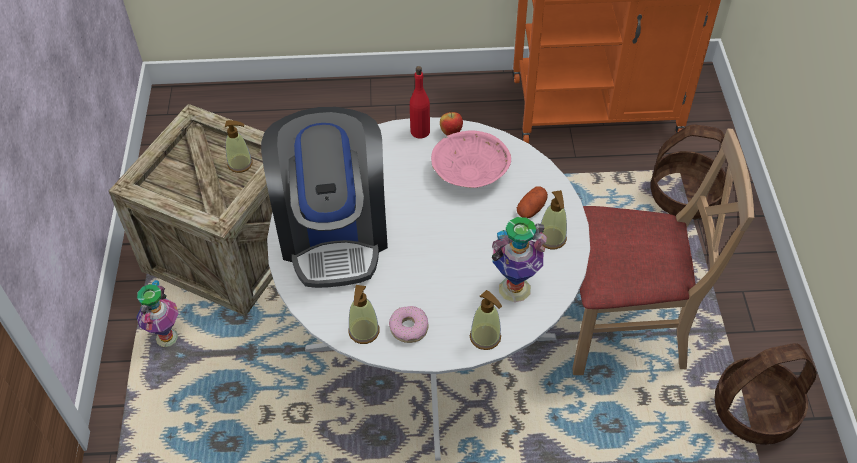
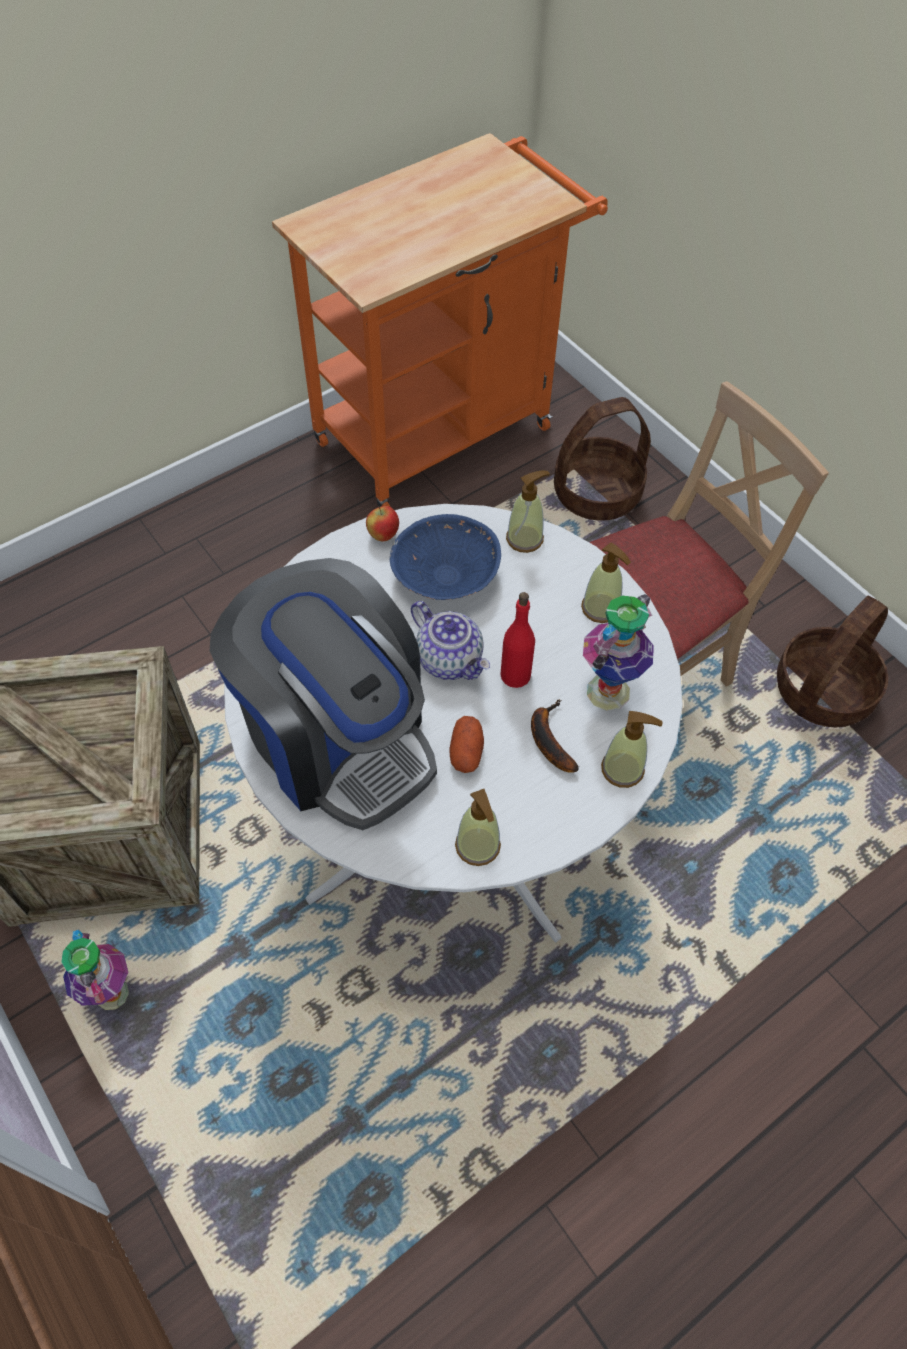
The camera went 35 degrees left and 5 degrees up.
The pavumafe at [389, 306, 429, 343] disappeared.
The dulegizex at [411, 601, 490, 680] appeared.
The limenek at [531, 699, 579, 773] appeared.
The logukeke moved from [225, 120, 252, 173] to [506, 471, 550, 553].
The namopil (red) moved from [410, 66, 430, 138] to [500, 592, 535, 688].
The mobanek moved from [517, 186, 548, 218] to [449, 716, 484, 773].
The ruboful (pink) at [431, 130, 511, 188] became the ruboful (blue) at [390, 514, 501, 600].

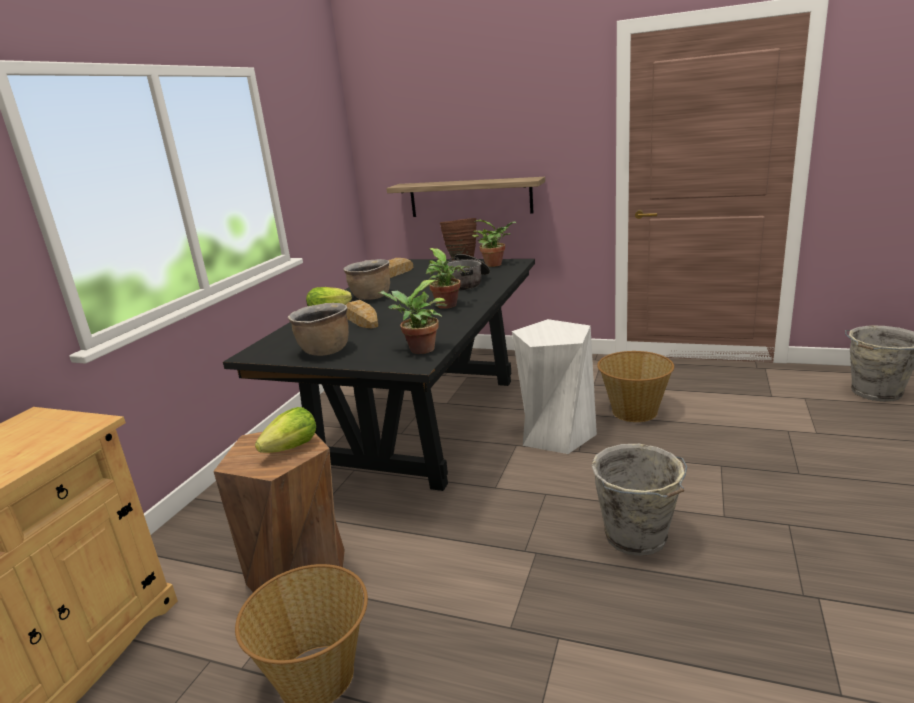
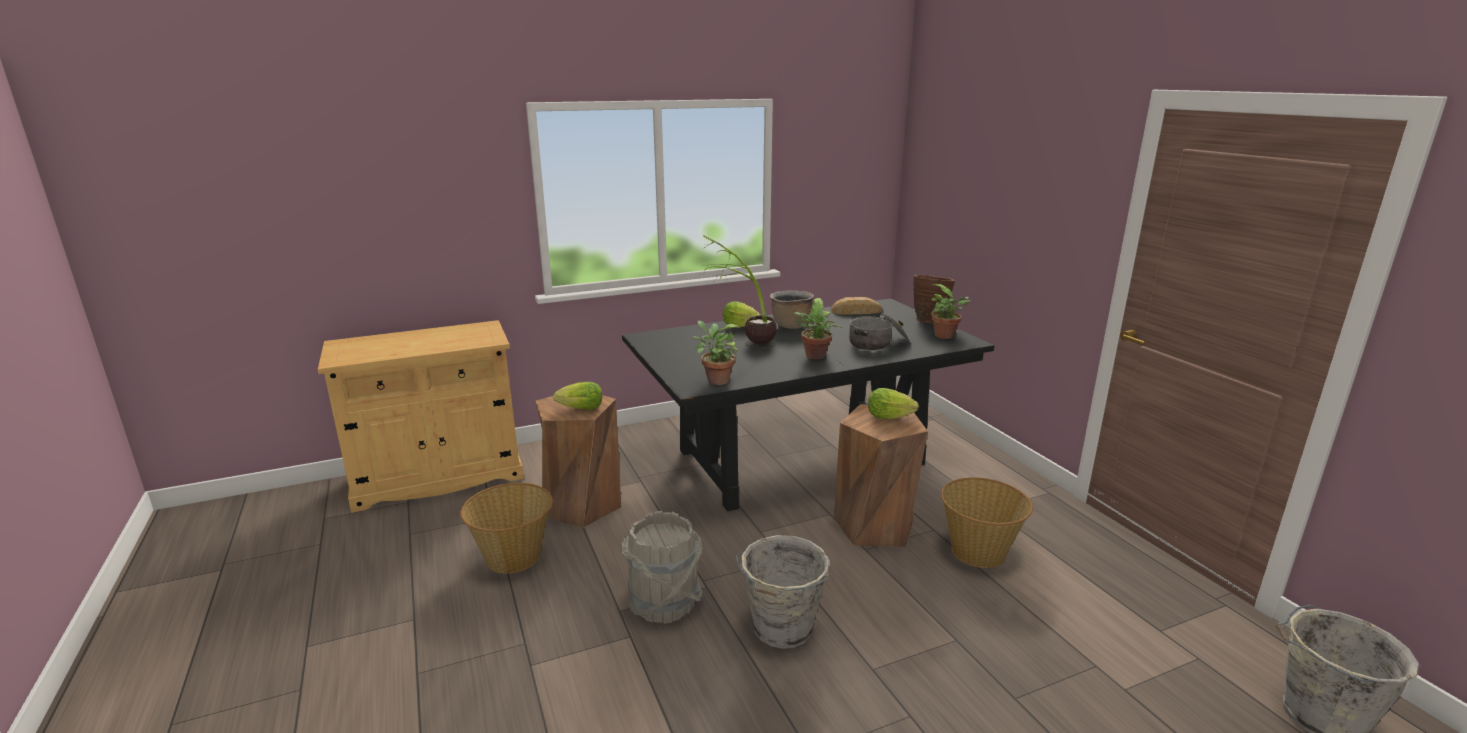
The camera went 45 degrees right and 0 degrees up.
The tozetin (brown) at [288, 303, 349, 356] disappeared.
The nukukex at [386, 177, 545, 217] disappeared.
The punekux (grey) at [622, 511, 702, 624] appeared.
The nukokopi at [868, 388, 919, 419] appeared.
The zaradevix at [346, 300, 378, 329] was replaced by the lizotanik at [702, 235, 777, 349].
The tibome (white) at [512, 319, 597, 454] became the tibome (brown) at [834, 404, 928, 547].

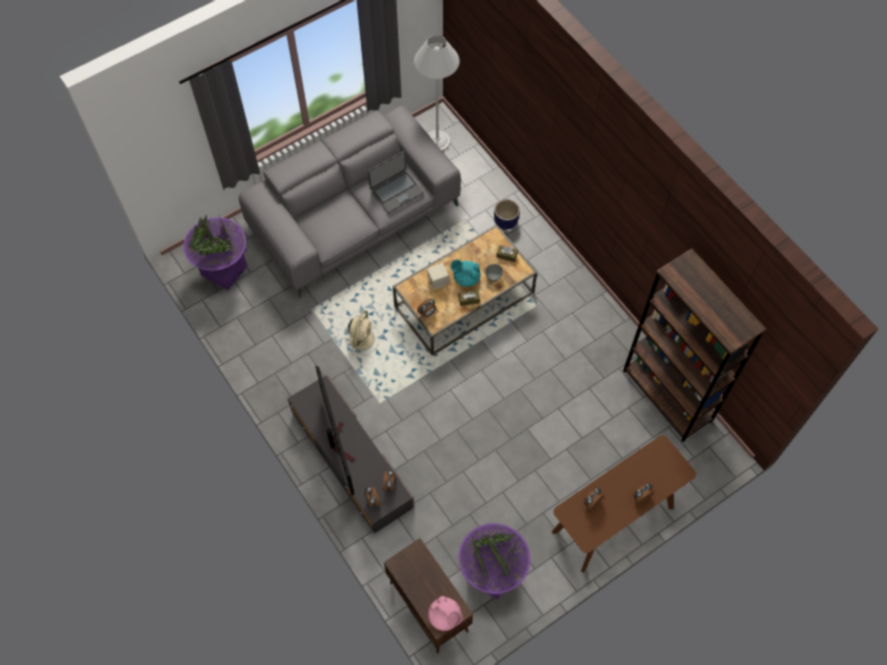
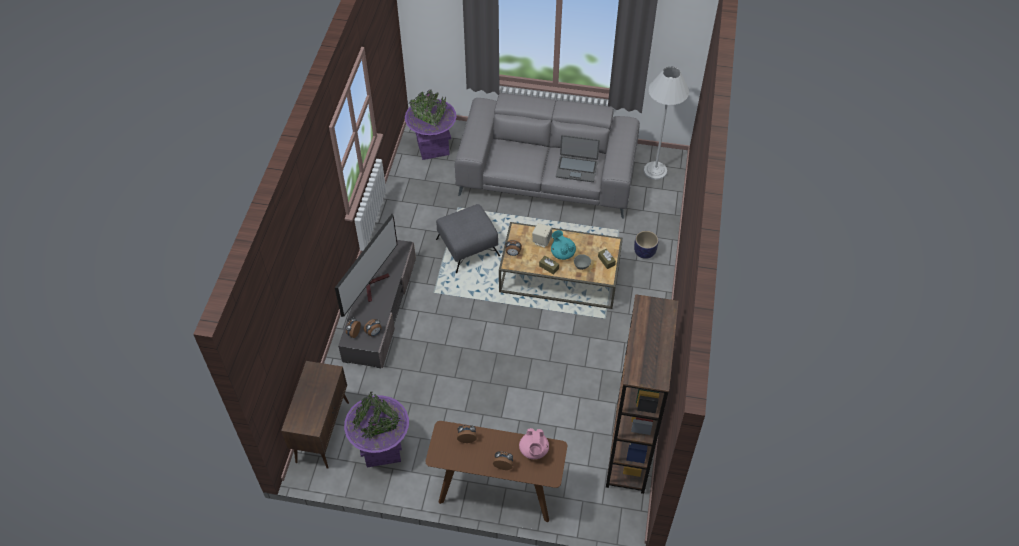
The camera went 45 degrees right and 10 degrees down.
The dulegizex (pink) moved from [428, 596, 462, 631] to [519, 428, 549, 459].
The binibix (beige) at [345, 310, 380, 356] was replaced by the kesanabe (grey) at [436, 204, 500, 273].

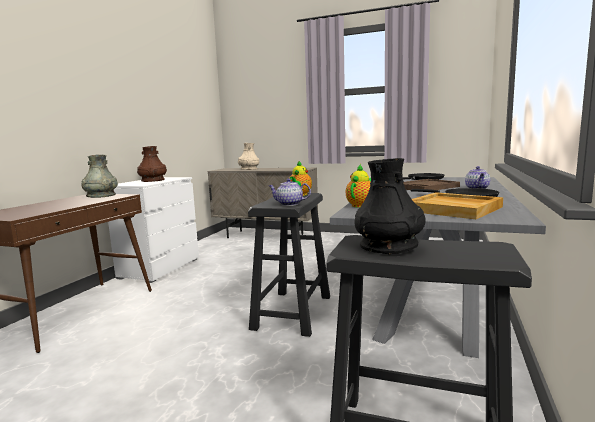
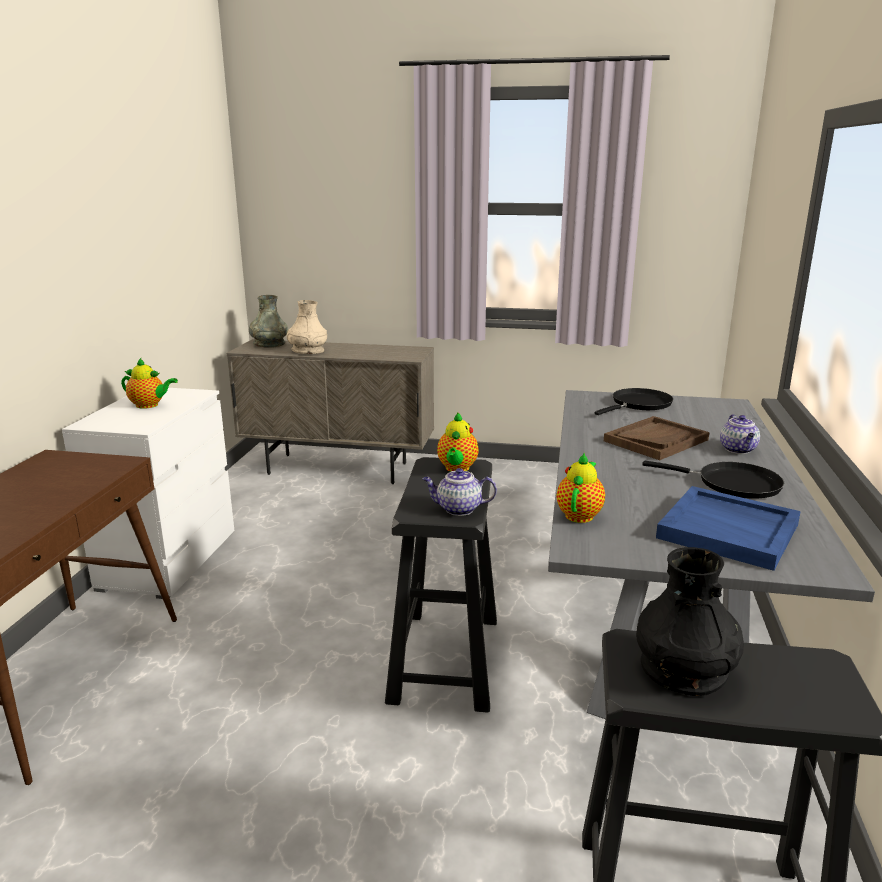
The camera went 10 degrees left and 10 degrees up.
The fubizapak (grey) moved from [81, 155, 118, 198] to [249, 295, 288, 348].
The fubizapak (brown) at [137, 146, 167, 182] was replaced by the dulegizex at [121, 358, 178, 409].
The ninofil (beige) at [412, 192, 503, 219] became the ninofil (blue) at [656, 486, 801, 571].

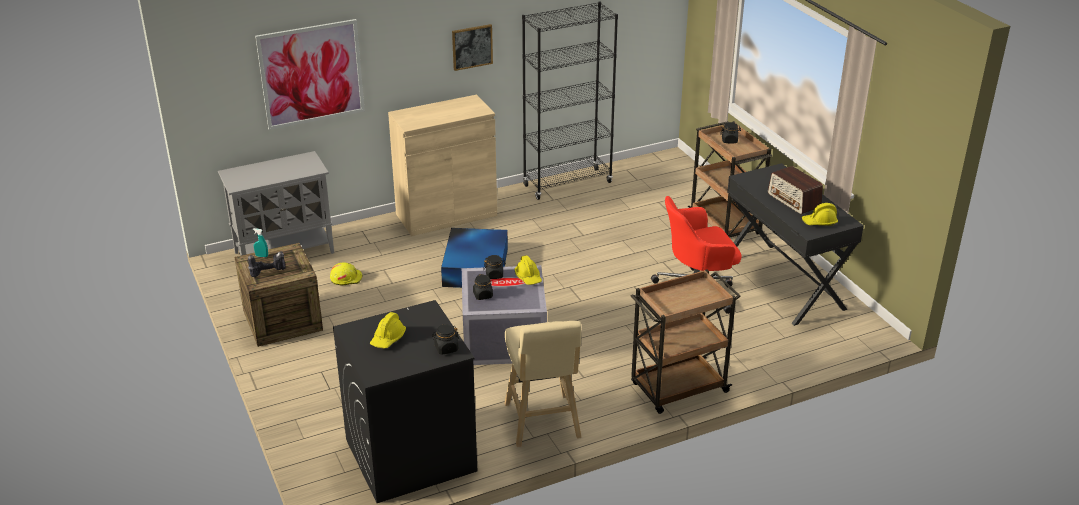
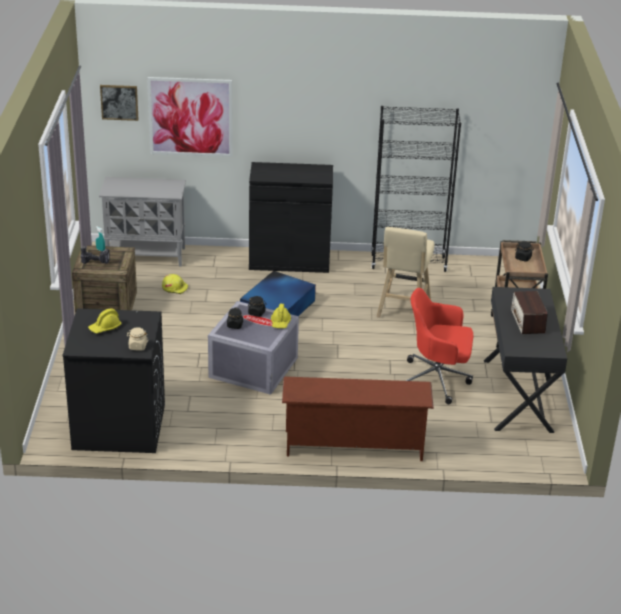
The camera went 25 degrees right and 0 degrees up.
The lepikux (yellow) at [802, 203, 838, 226] disappeared.
The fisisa moved from [452, 24, 493, 71] to [100, 85, 139, 121].
The tibome (beige) moved from [504, 321, 582, 447] to [377, 227, 435, 318].
The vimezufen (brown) at [631, 270, 741, 414] was replaced by the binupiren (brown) at [282, 376, 434, 461].
The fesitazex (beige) at [388, 95, 497, 236] became the fesitazex (black) at [249, 162, 333, 273].
The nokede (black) at [432, 324, 459, 355] became the nokede (beige) at [126, 327, 148, 351].

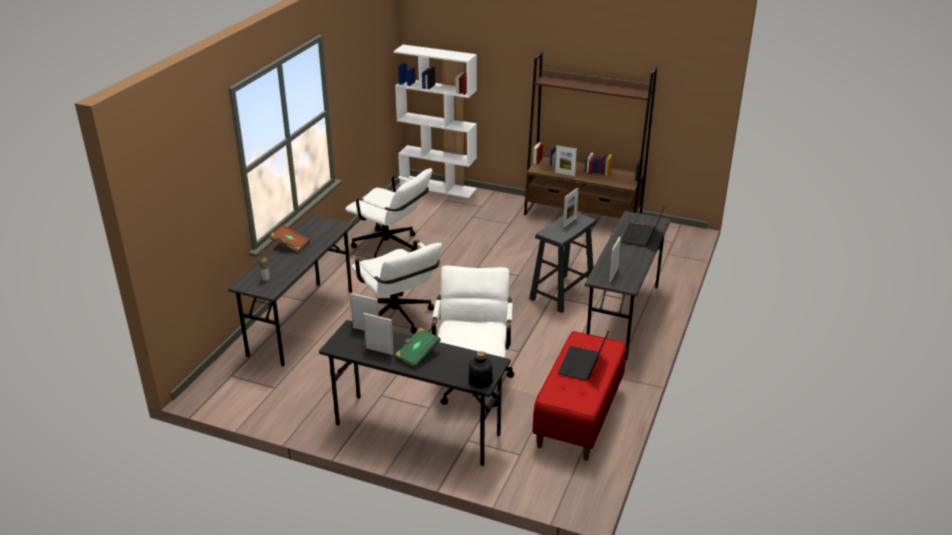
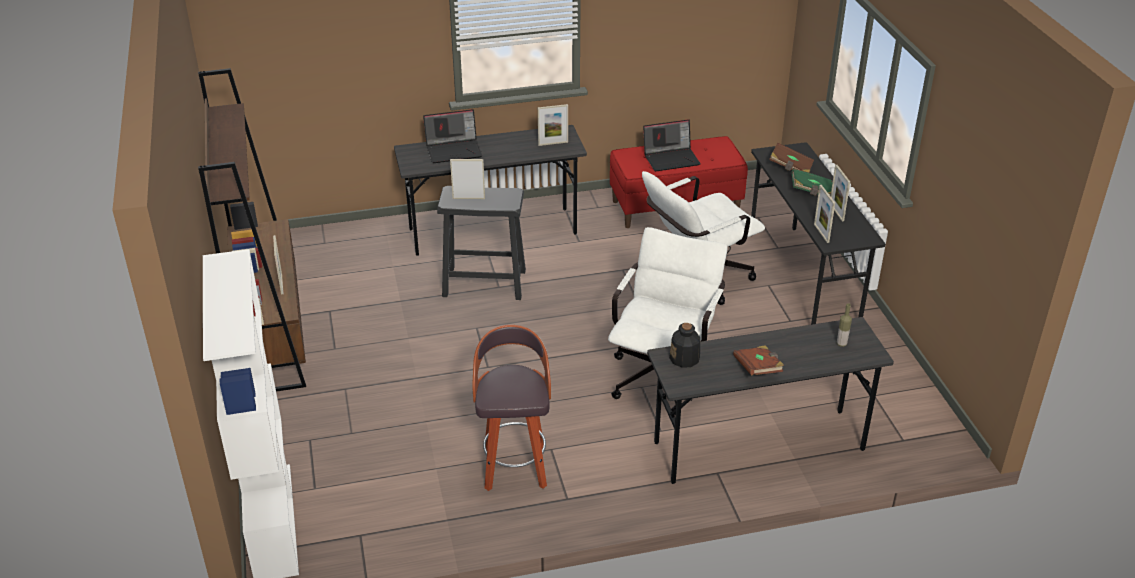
The camera went 125 degrees left and 5 degrees up.
The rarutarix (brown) at [769, 143, 814, 172] appeared.
The namopil moved from [468, 351, 493, 388] to [669, 323, 700, 368].
The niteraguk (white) at [346, 168, 432, 258] was replaced by the tibome at [472, 325, 551, 491].

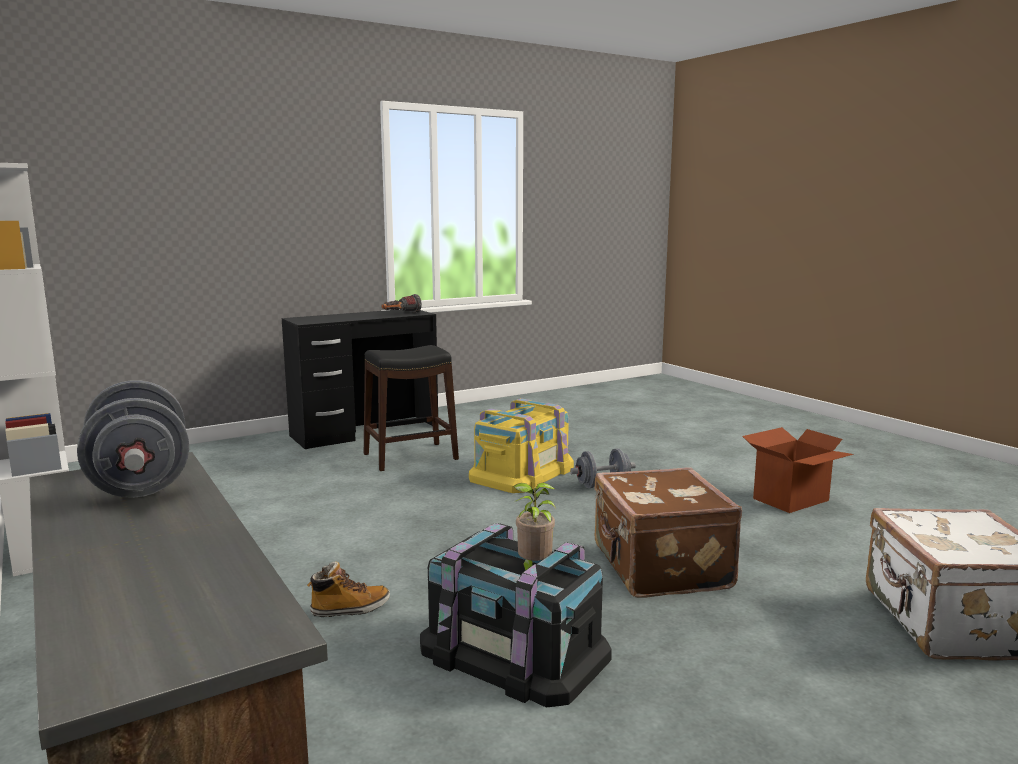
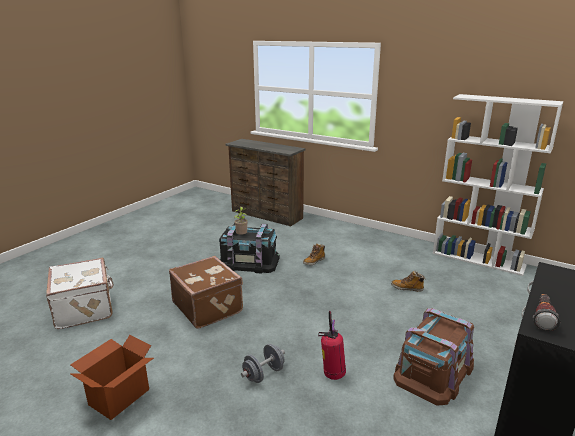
The camera went 155 degrees right and 10 degrees up.
The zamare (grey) at [77, 380, 189, 498] disappeared.
The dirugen at [391, 271, 424, 292] appeared.
The tibome (black) at [364, 345, 459, 471] was replaced by the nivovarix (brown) at [393, 308, 474, 406].
The nivovarix (yellow) at [469, 398, 574, 493] was replaced by the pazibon at [318, 311, 346, 380].

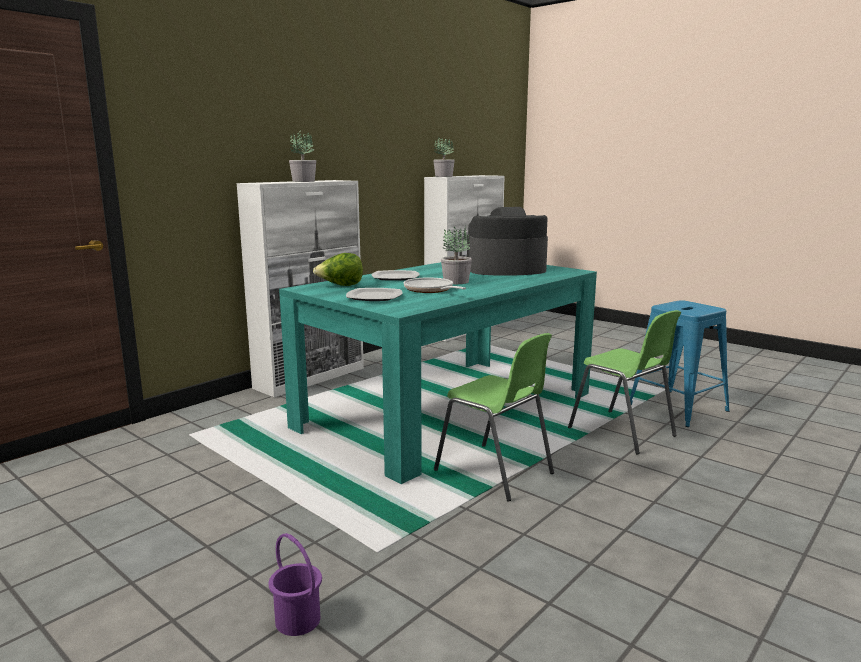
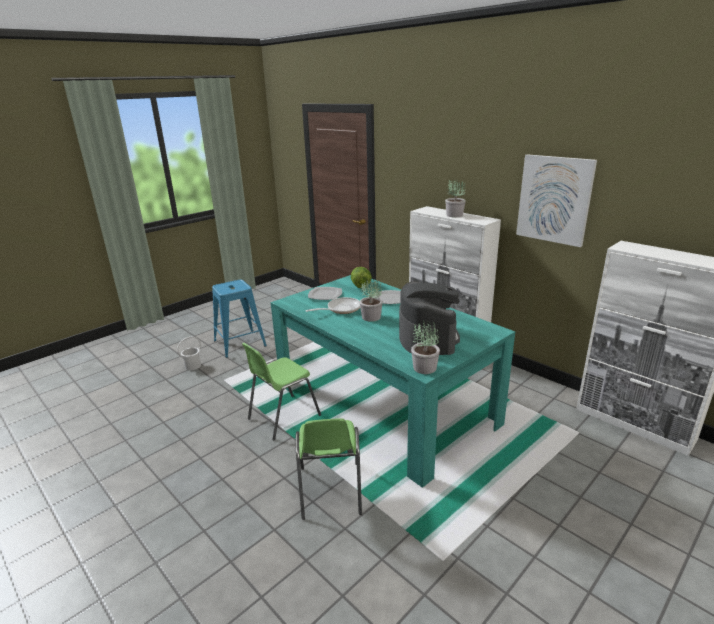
The camera went 95 degrees right and 10 degrees up.
The fisisa at [516, 154, 597, 247] appeared.
The lizotanik moved from [433, 138, 455, 177] to [411, 320, 440, 374].
The tibome (blue) moved from [630, 300, 730, 427] to [212, 279, 267, 358].
The punekux (purple) at [269, 533, 322, 636] became the punekux (white) at [177, 337, 201, 370].
The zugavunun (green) at [568, 310, 681, 454] turned 60 degrees counterclockwise.

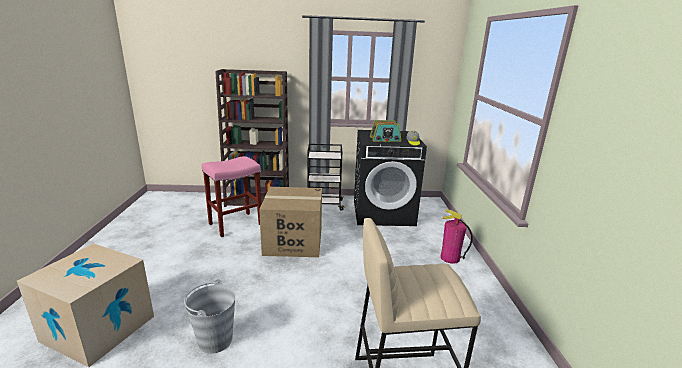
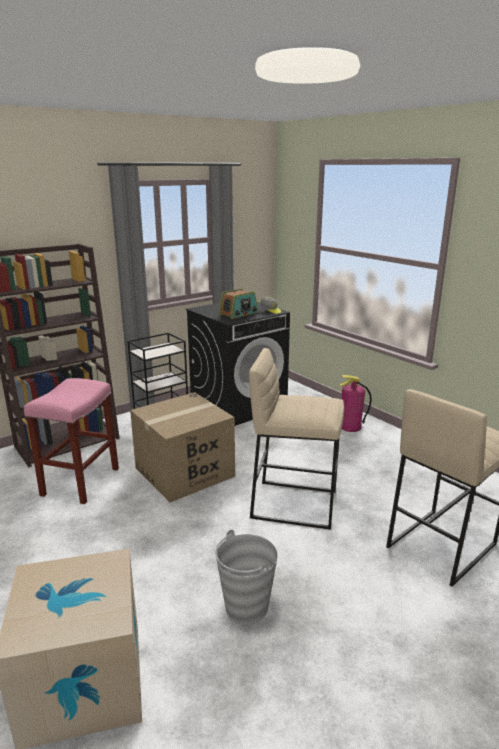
The camera went 35 degrees left and 0 degrees up.
The tibome (beige) at [249, 348, 344, 530] appeared.

